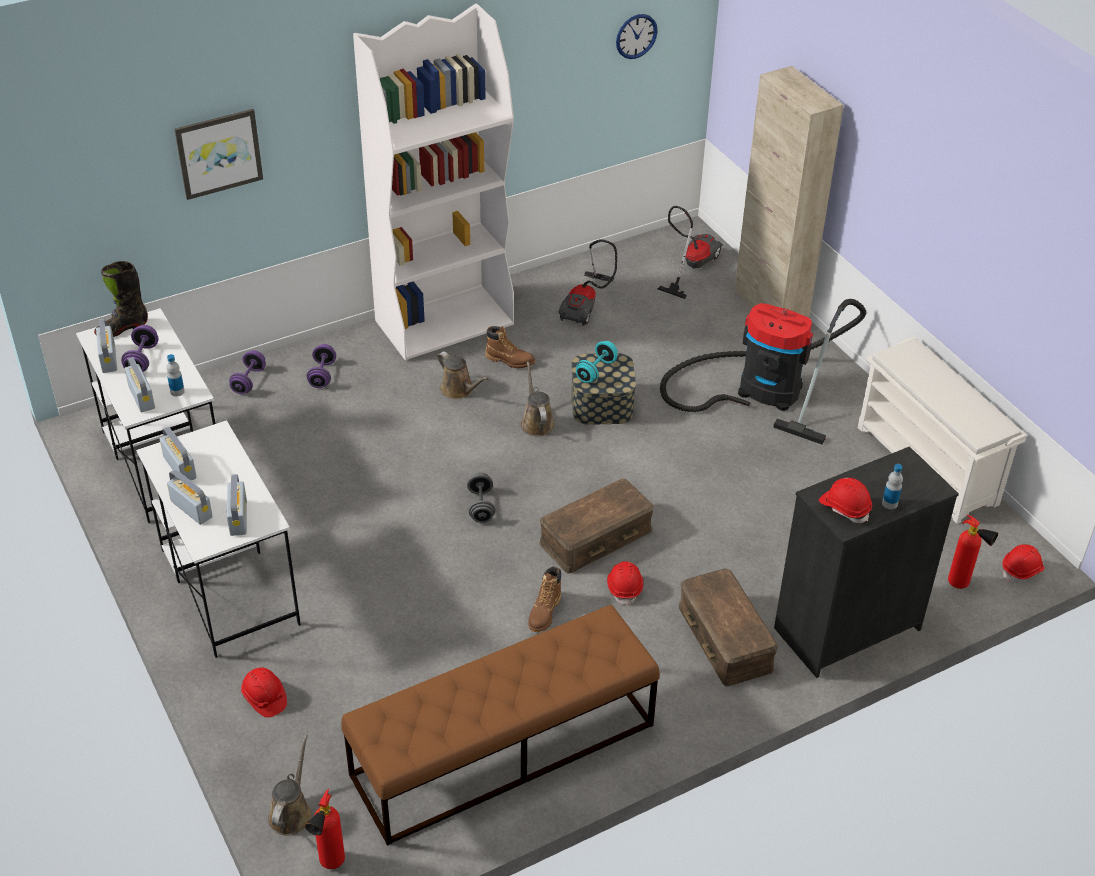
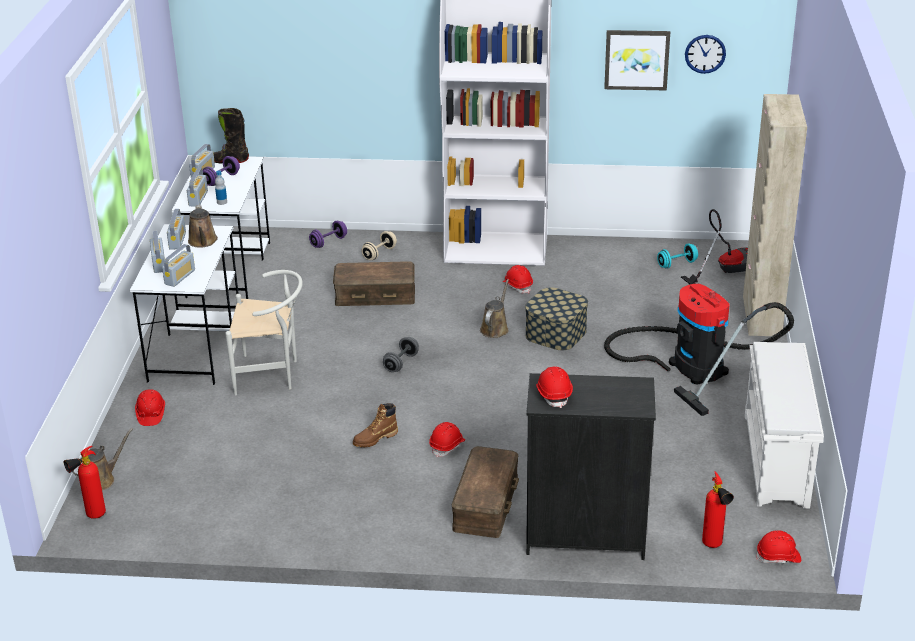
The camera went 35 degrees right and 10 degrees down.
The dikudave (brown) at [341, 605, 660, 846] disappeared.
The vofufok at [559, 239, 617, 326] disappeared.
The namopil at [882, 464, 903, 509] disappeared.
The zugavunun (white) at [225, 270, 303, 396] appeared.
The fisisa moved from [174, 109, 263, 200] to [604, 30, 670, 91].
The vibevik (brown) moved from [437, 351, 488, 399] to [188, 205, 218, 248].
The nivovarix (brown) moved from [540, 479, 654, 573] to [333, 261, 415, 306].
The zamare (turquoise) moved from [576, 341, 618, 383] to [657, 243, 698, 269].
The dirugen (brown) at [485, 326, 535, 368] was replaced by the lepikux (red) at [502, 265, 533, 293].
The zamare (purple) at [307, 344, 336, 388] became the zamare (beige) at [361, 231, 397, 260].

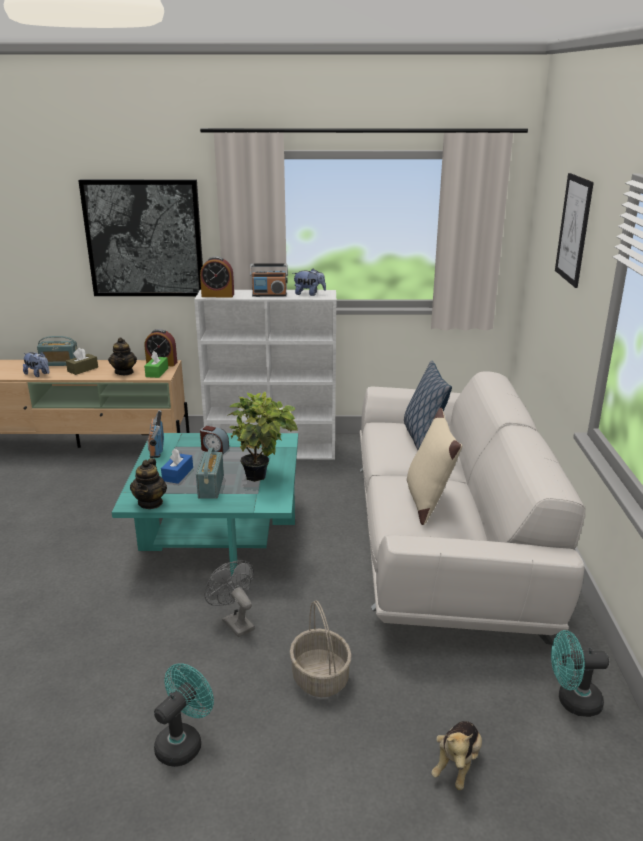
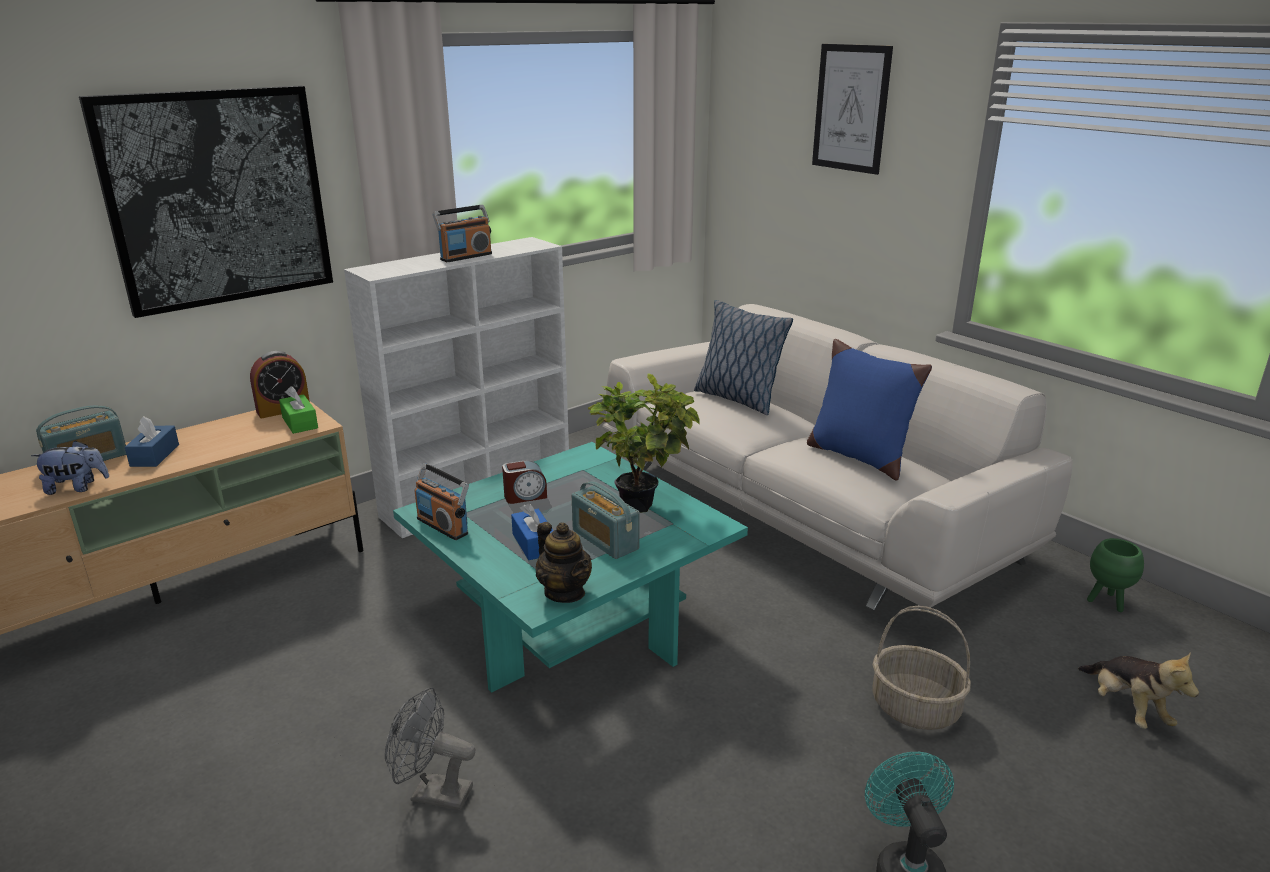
The camera went 40 degrees left and 0 degrees up.
The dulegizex at [108, 337, 137, 375] disappeared.
The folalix at [200, 256, 234, 298] disappeared.
The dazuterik at [293, 269, 326, 296] disappeared.
The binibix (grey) moved from [204, 560, 255, 637] to [385, 688, 476, 810].
The binibix (turquoise) at [551, 630, 609, 717] was replaced by the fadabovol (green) at [1087, 538, 1144, 612].
The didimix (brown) at [66, 348, 98, 375] became the didimix (blue) at [125, 416, 179, 467].
The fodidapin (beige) at [407, 408, 462, 525] became the fodidapin (blue) at [807, 339, 932, 481].

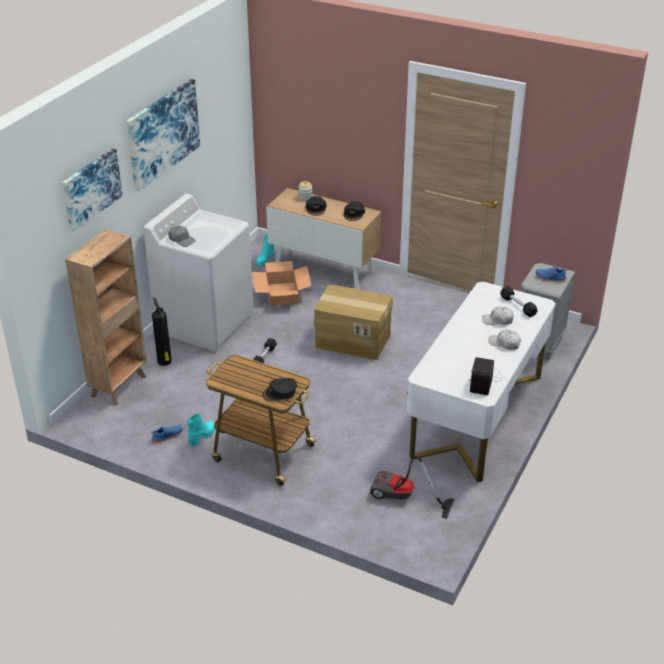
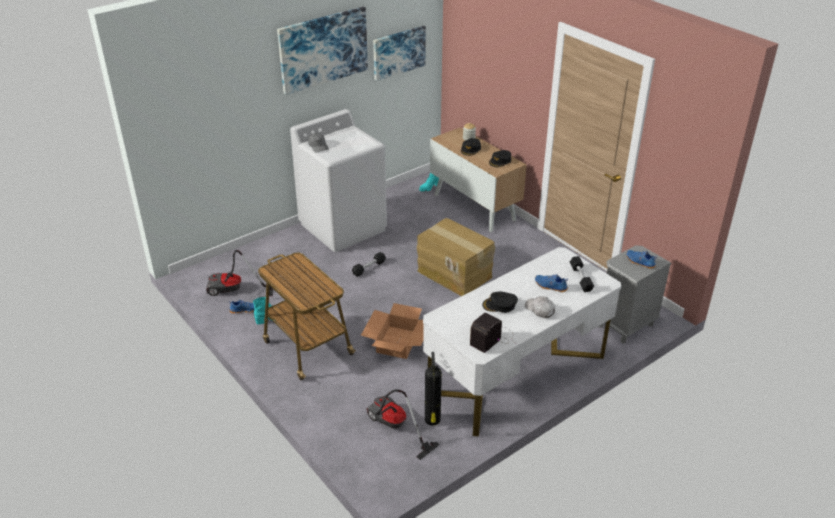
The camera went 25 degrees right and 0 degrees up.
The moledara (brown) at [65, 229, 147, 406] disappeared.
The vofufok at [206, 250, 274, 296] appeared.
The fisisa moved from [62, 148, 123, 231] to [373, 26, 426, 81].
The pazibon moved from [152, 297, 172, 366] to [425, 352, 442, 426].
The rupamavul moved from [252, 261, 312, 305] to [361, 303, 424, 359].
The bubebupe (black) moved from [262, 378, 297, 402] to [482, 291, 518, 313].
The bubebupe (white) at [482, 306, 514, 325] was replaced by the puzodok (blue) at [535, 274, 568, 292].

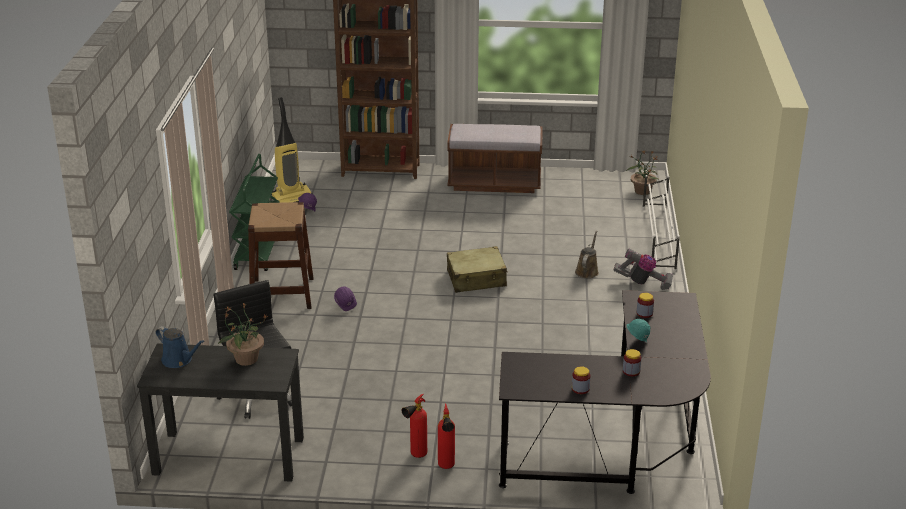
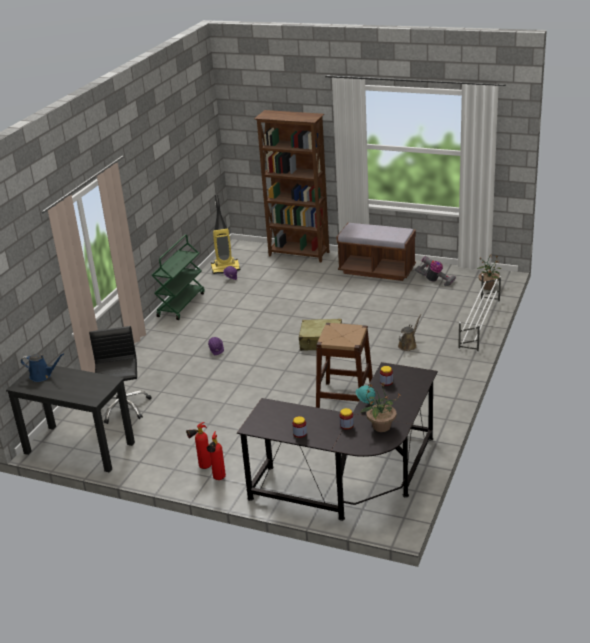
The camera went 20 degrees right and 0 degrees up.
The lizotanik moved from [218, 302, 268, 366] to [359, 384, 401, 432].
The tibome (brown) moved from [248, 202, 314, 309] to [316, 323, 373, 408].
The vofufok moved from [614, 248, 673, 290] to [415, 256, 456, 286].
The vibevik (blue) at [156, 326, 205, 368] turned 45 degrees counterclockwise.

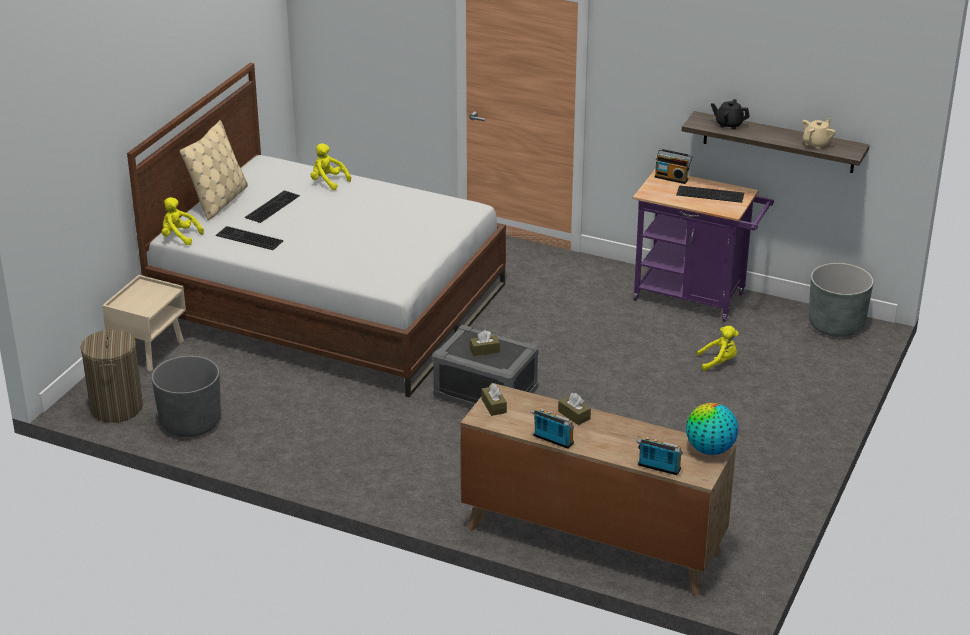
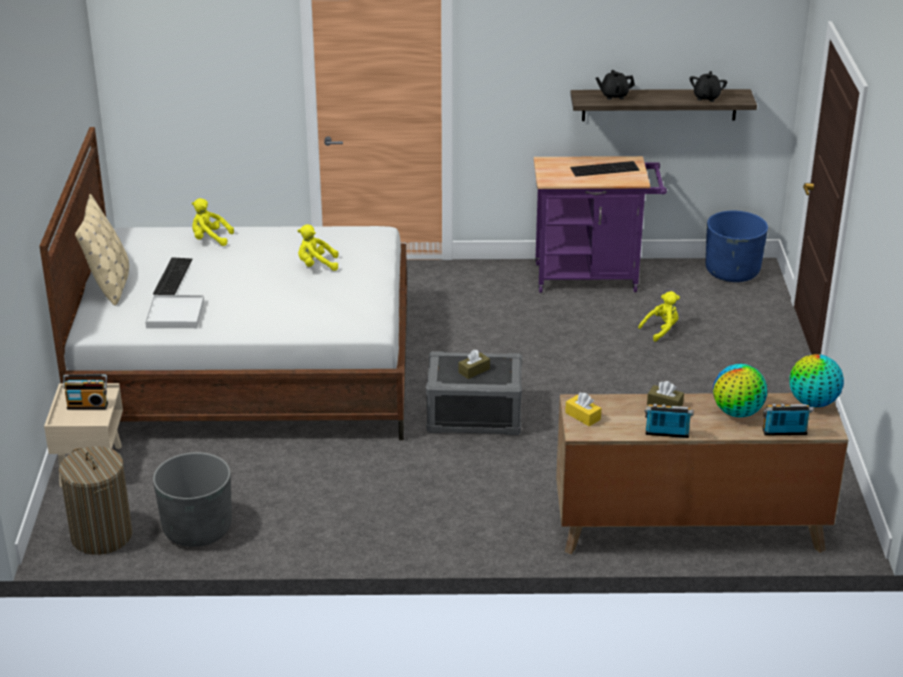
The camera went 25 degrees left and 0 degrees up.
The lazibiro at [713, 364, 767, 417] appeared.
The dazuterik (yellow) moved from [162, 197, 204, 245] to [297, 224, 338, 271].
The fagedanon moved from [655, 148, 692, 184] to [63, 374, 108, 410].
The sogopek at [216, 226, 283, 250] was replaced by the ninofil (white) at [145, 295, 204, 328].
The didimix (brown) at [482, 383, 507, 416] became the didimix (yellow) at [565, 392, 601, 426].
The dulegizex (beige) at [802, 118, 836, 149] became the dulegizex (black) at [690, 71, 727, 102].
The fadabovol (grey) at [809, 263, 874, 337] became the fadabovol (blue) at [706, 211, 768, 282].

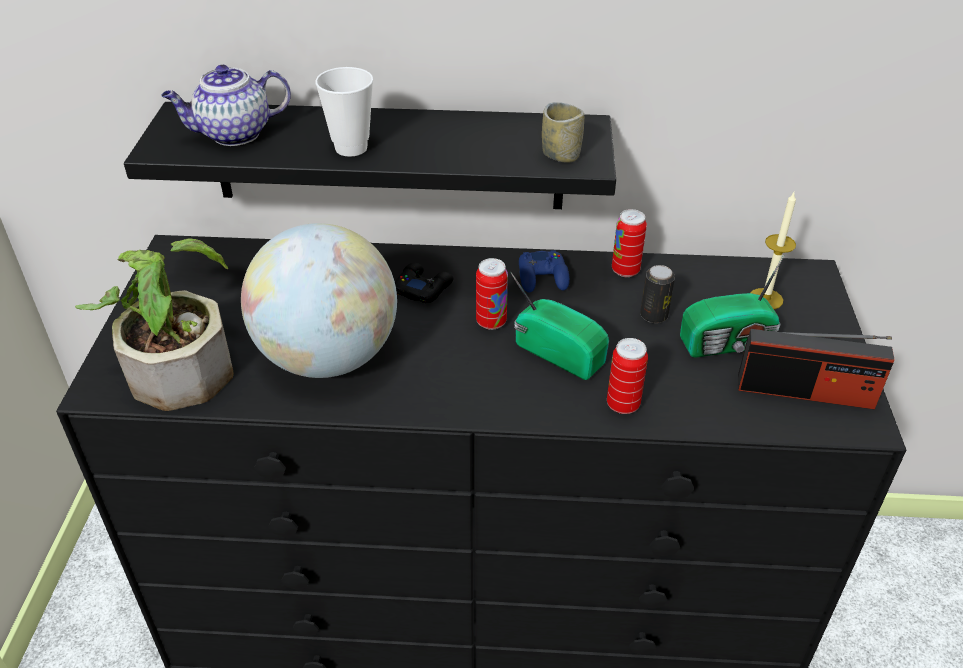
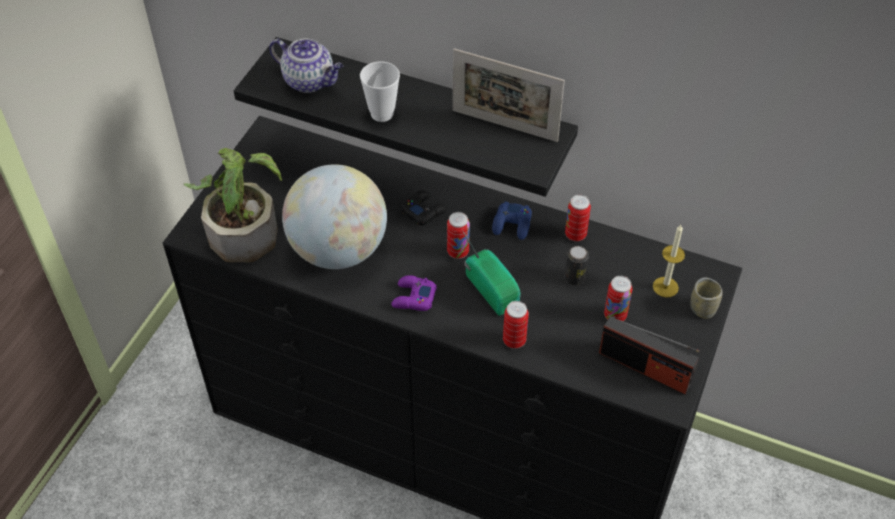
The camera went 20 degrees right and 10 degrees up.
The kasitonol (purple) at [391, 275, 437, 311] appeared.
The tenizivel at [453, 48, 565, 142] appeared.
The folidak moved from [542, 102, 584, 163] to [690, 278, 723, 319].
The fagedanon at [680, 255, 784, 358] was replaced by the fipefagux at [604, 276, 633, 321].
The dulegizex at [161, 65, 291, 146] turned 150 degrees counterclockwise.

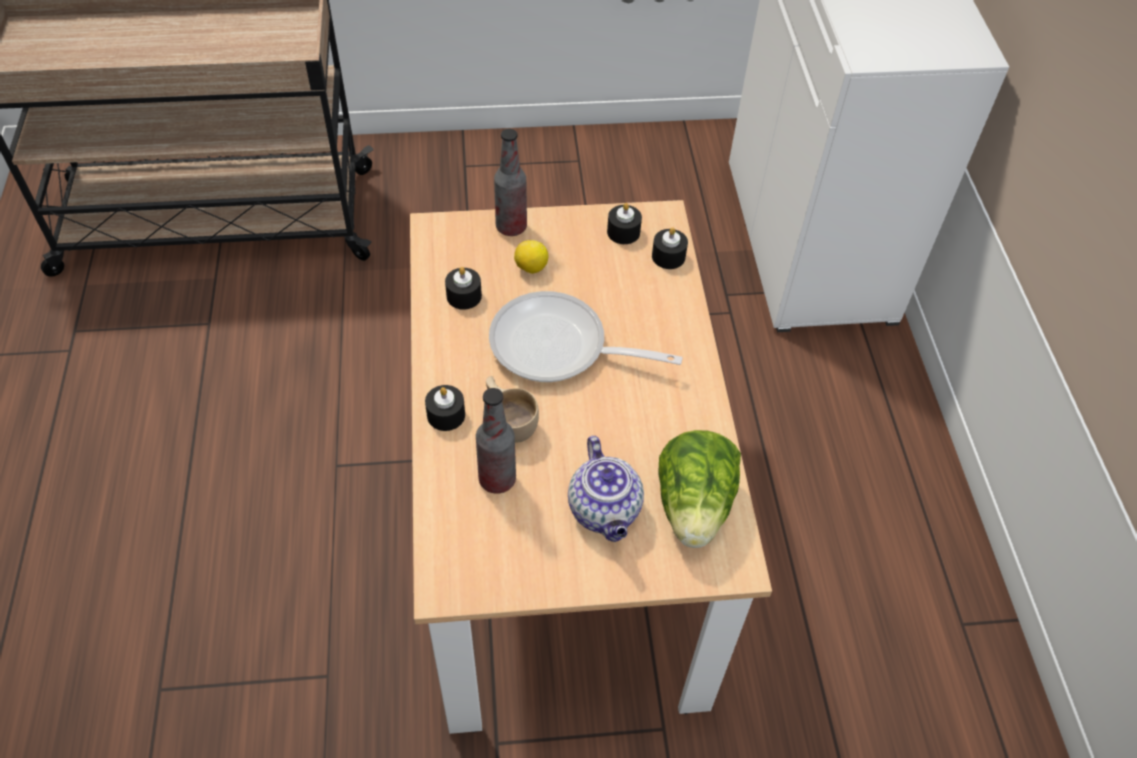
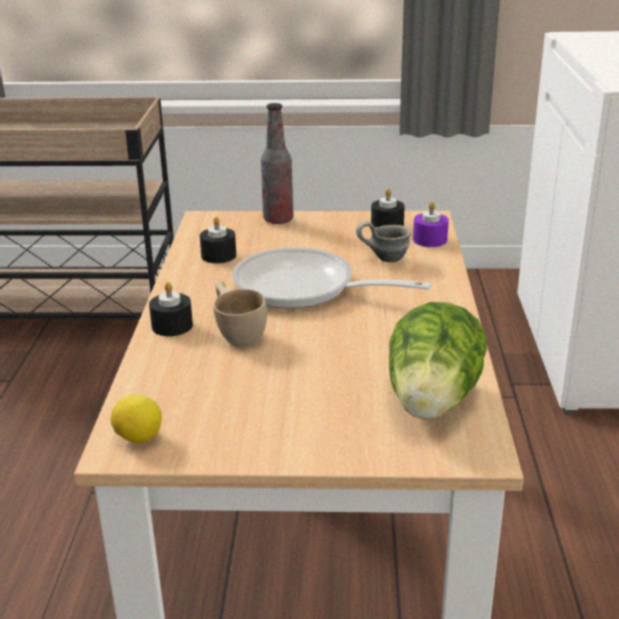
The camera went 10 degrees right and 25 degrees down.
The namopil at [476, 388, 516, 494] disappeared.
The dulegizex at [568, 436, 644, 542] disappeared.
The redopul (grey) at [356, 221, 411, 262] appeared.
The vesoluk moved from [514, 240, 549, 274] to [111, 394, 162, 444].
The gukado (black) at [652, 227, 688, 269] became the gukado (purple) at [413, 202, 449, 247].

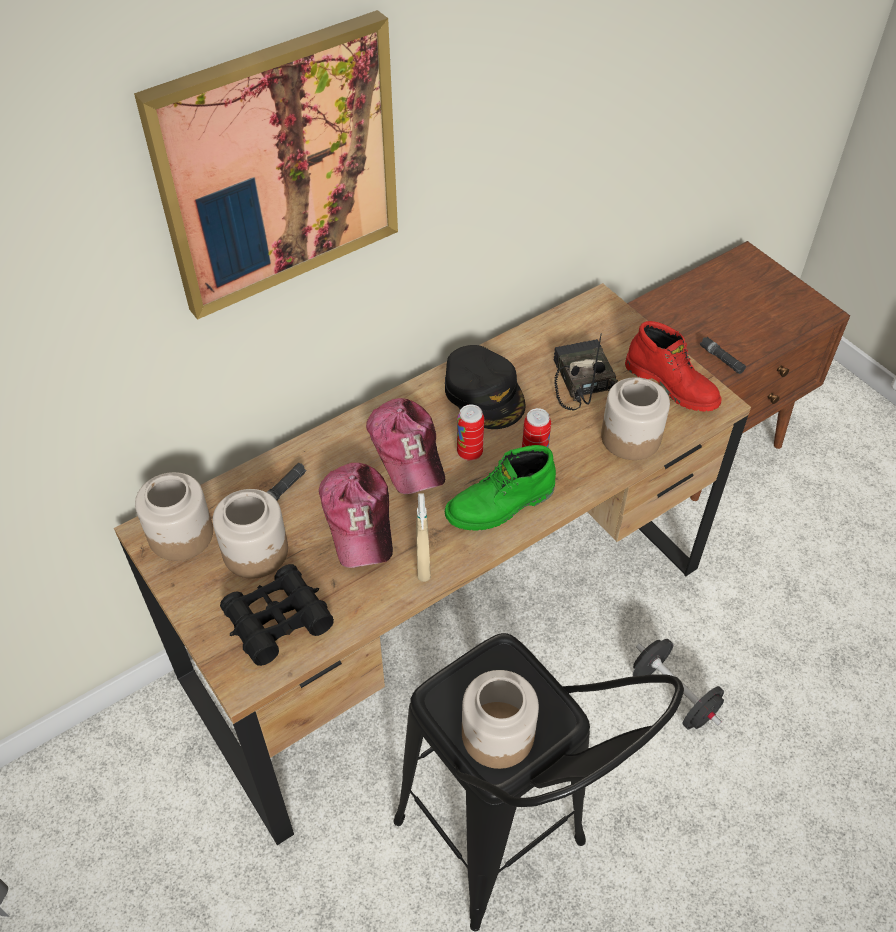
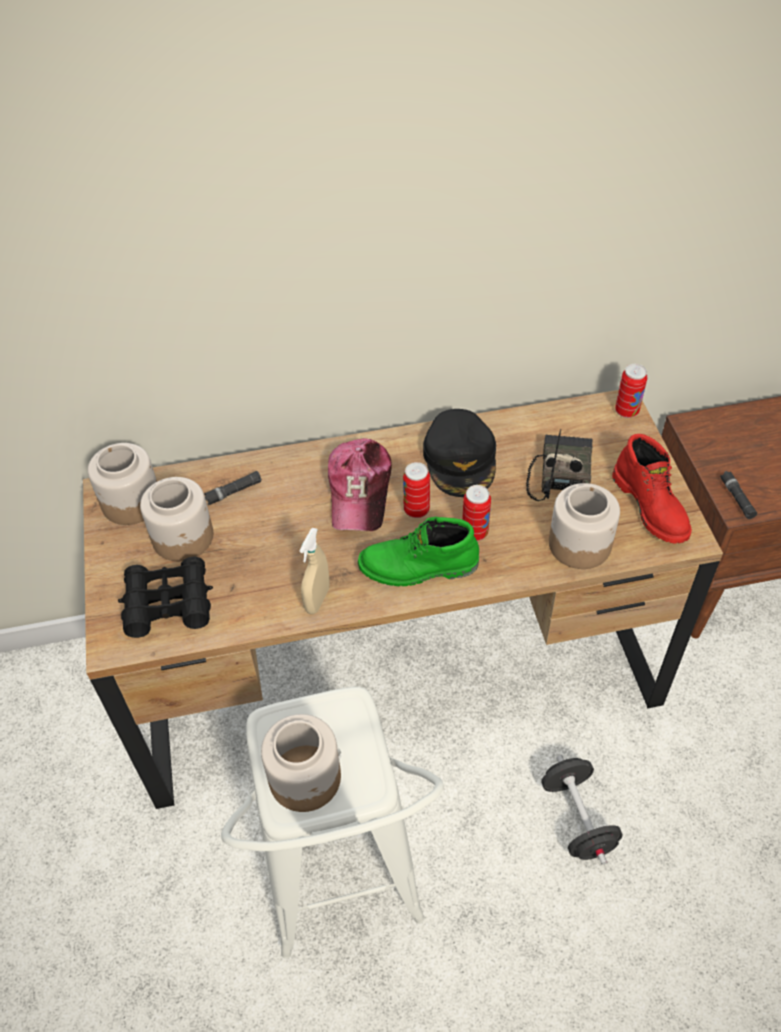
The camera went 25 degrees right and 0 degrees up.
The fisisa at [134, 10, 398, 320] disappeared.
The bubebupe at [319, 463, 393, 568] disappeared.
The fipefagux at [615, 364, 647, 418] appeared.
The tibome (black) at [393, 633, 684, 931] became the tibome (white) at [221, 687, 444, 959].

